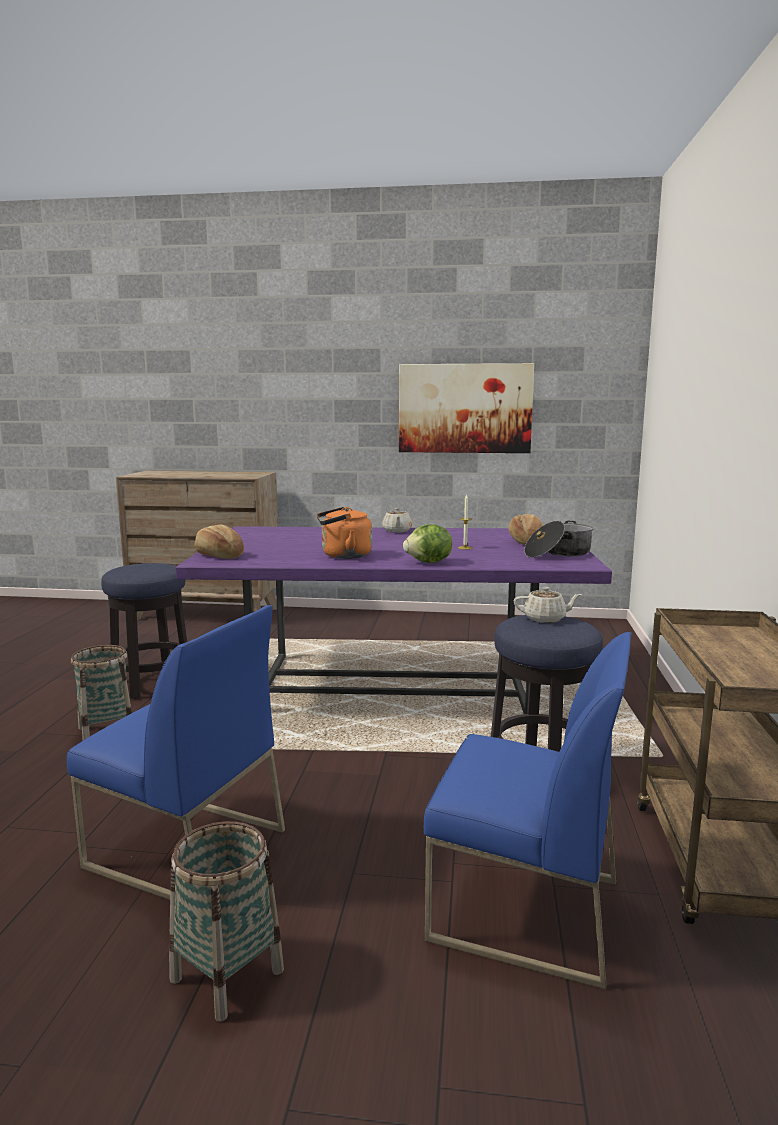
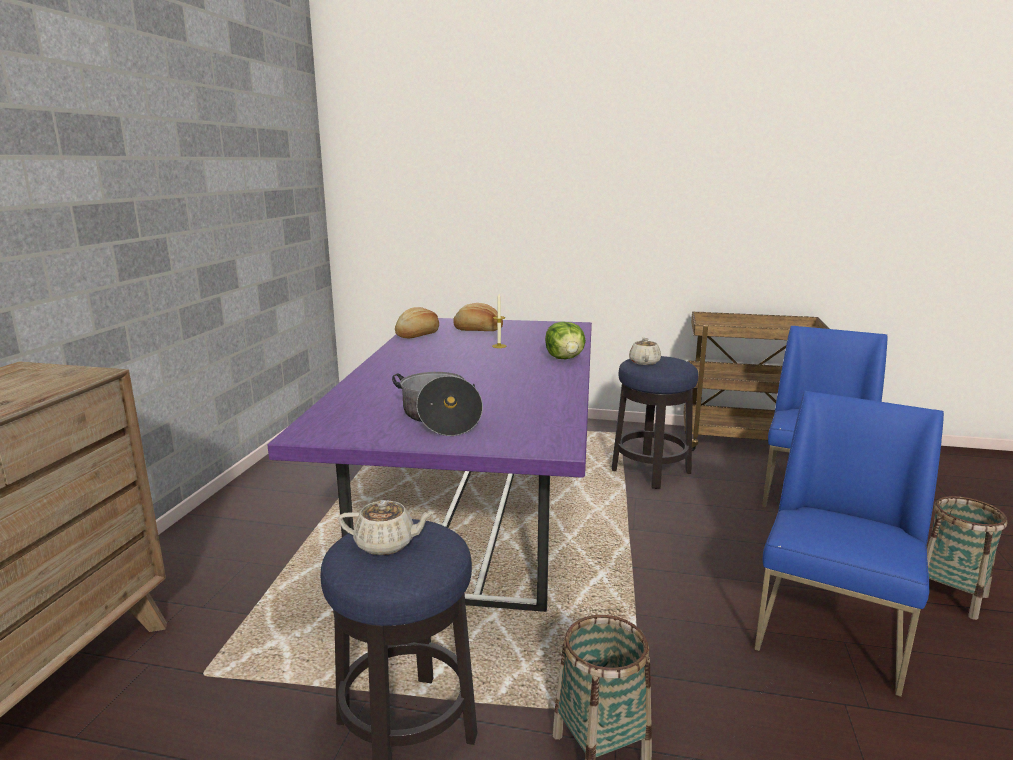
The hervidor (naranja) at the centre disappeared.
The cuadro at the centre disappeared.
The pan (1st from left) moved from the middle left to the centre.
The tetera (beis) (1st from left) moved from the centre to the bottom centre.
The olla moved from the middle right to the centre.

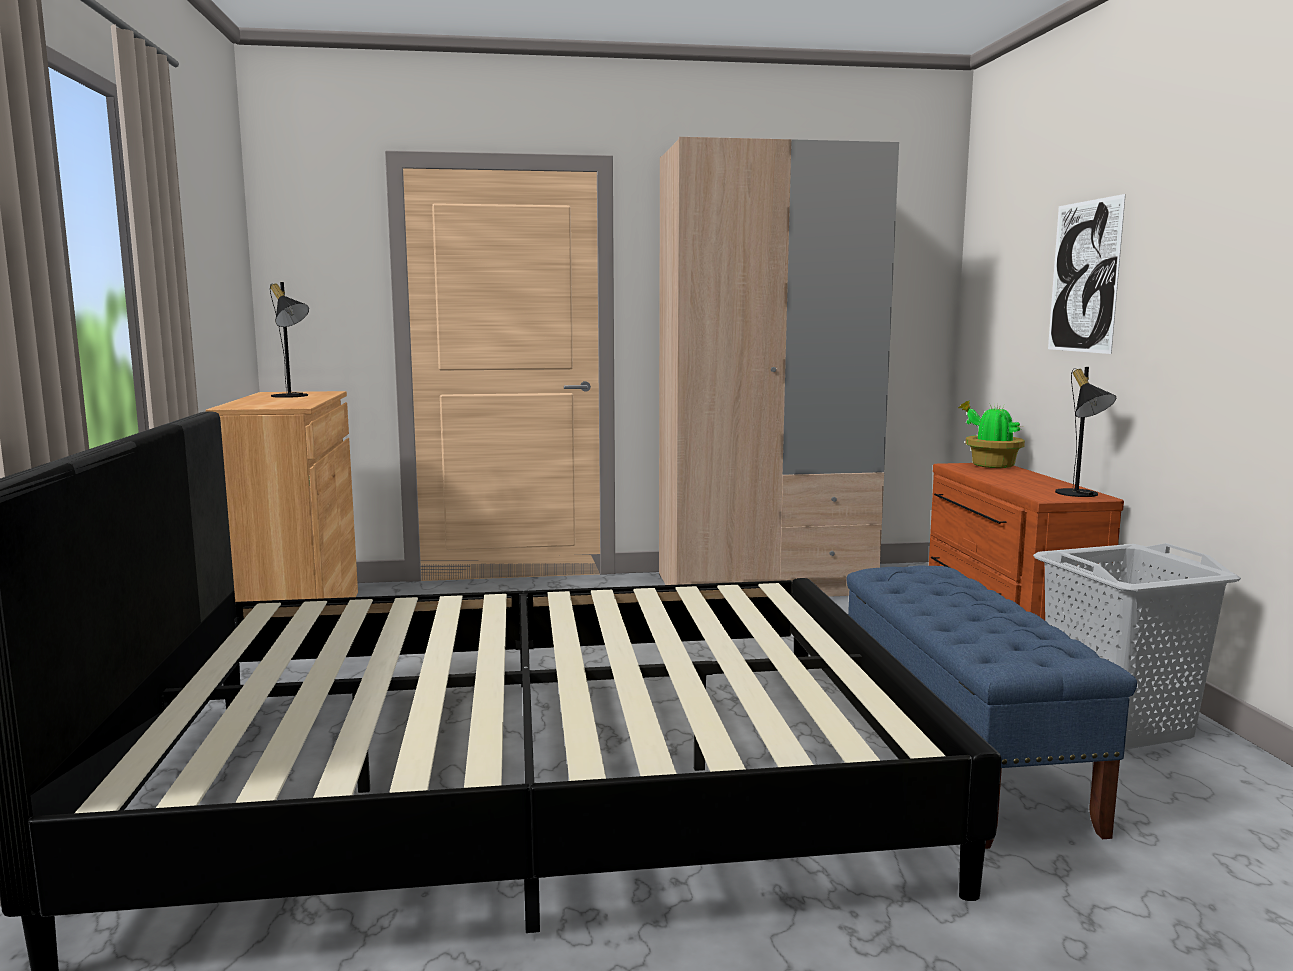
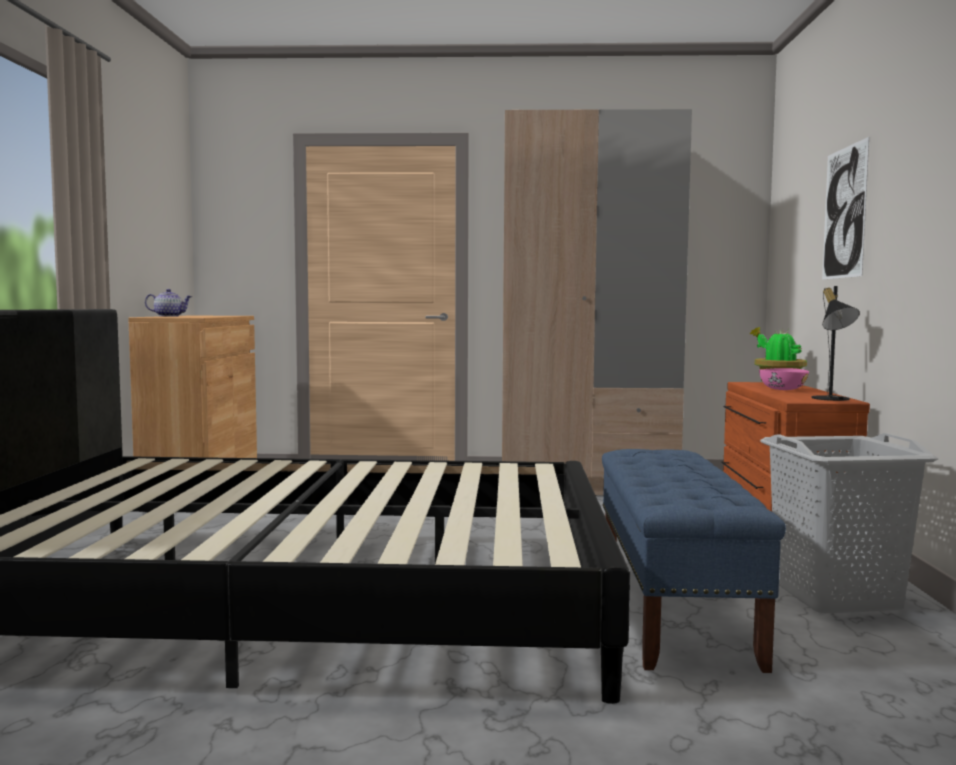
The lámpara de mesa (negro) (1st from left) at the middle left disappeared.
The tetera at the middle left appeared.
The cuenco (rosa) at the middle right appeared.

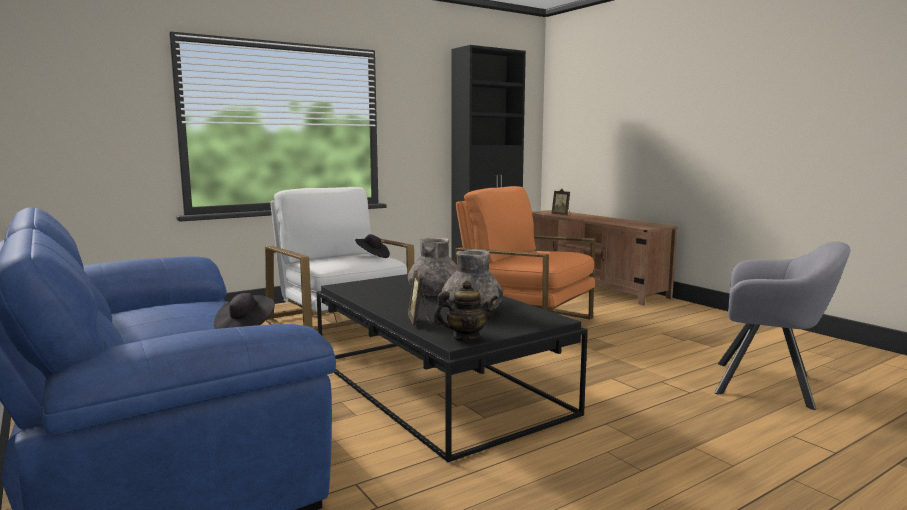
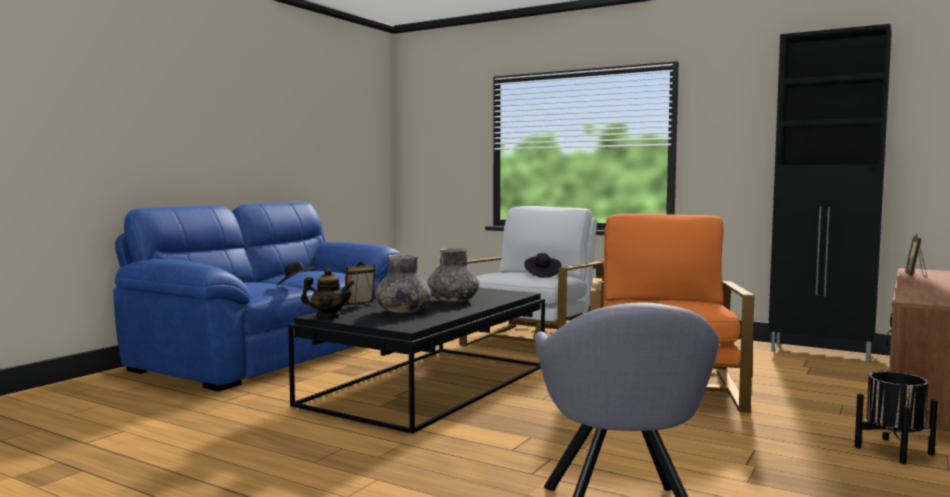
The maceta (negro) at the bottom right appeared.
The tetera at the centre turned 60 degrees counterclockwise.

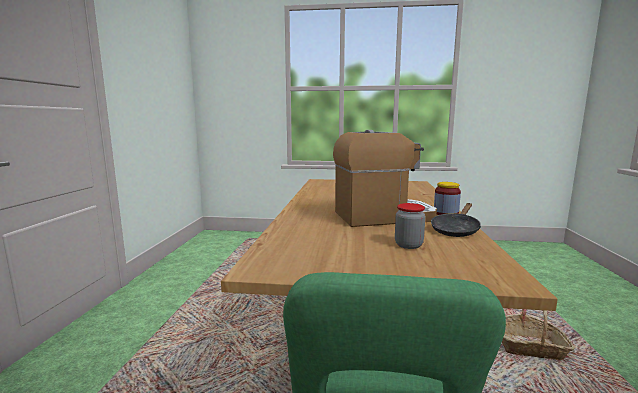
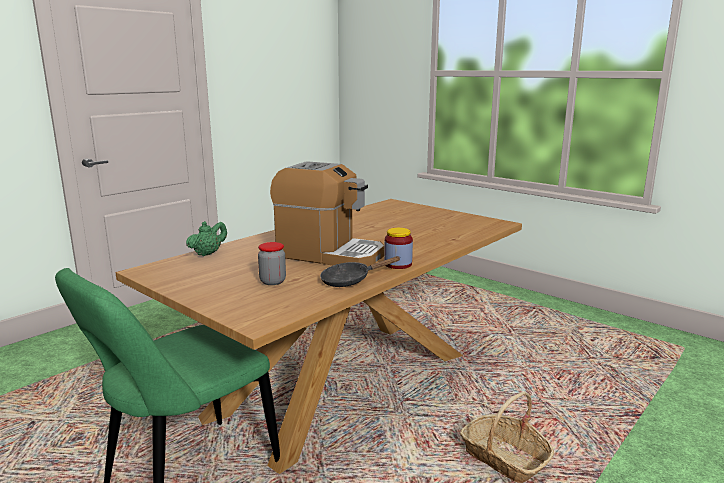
The tetera (verde) at the middle left appeared.

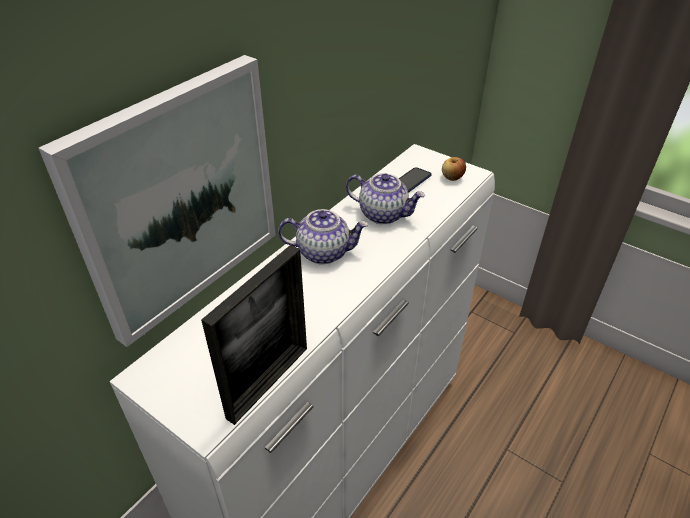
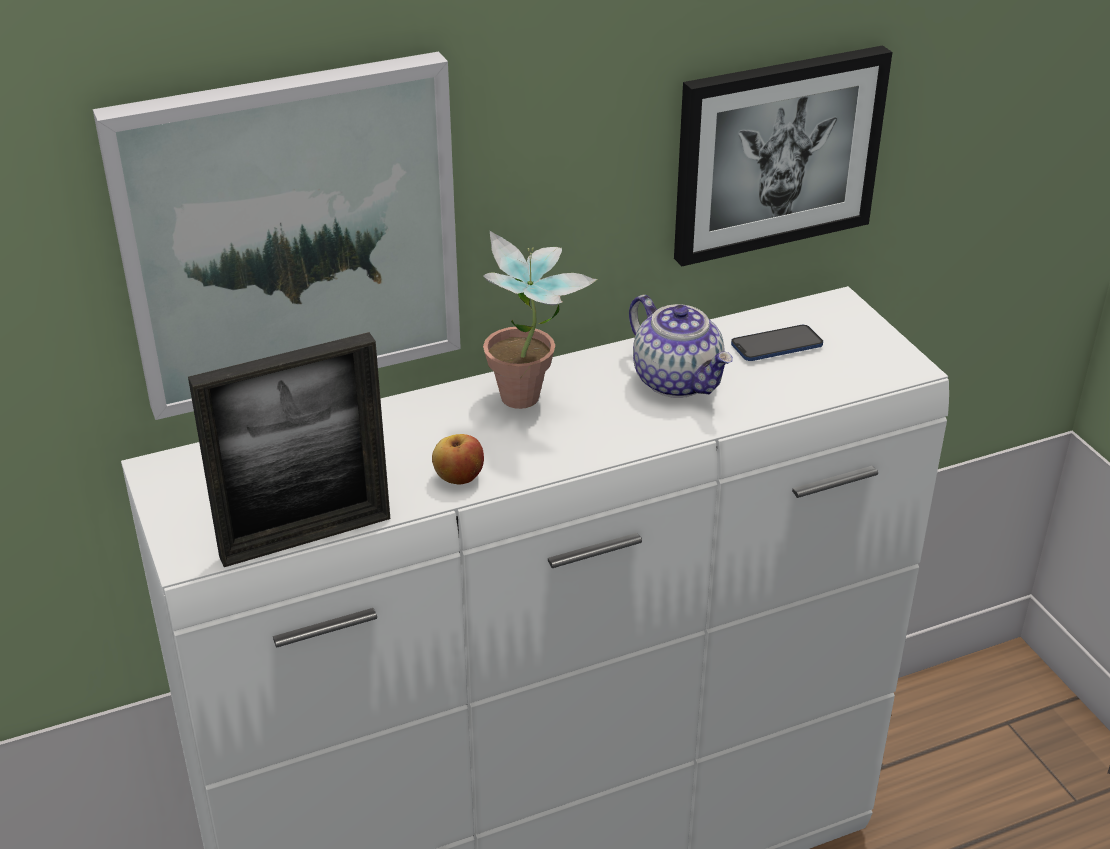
The cuadro (2nd from left) at the top right appeared.
The manzana moved from the top centre to the centre.
The tetera (1st from left) at the centre was replaced by the planta en maceta at the centre.

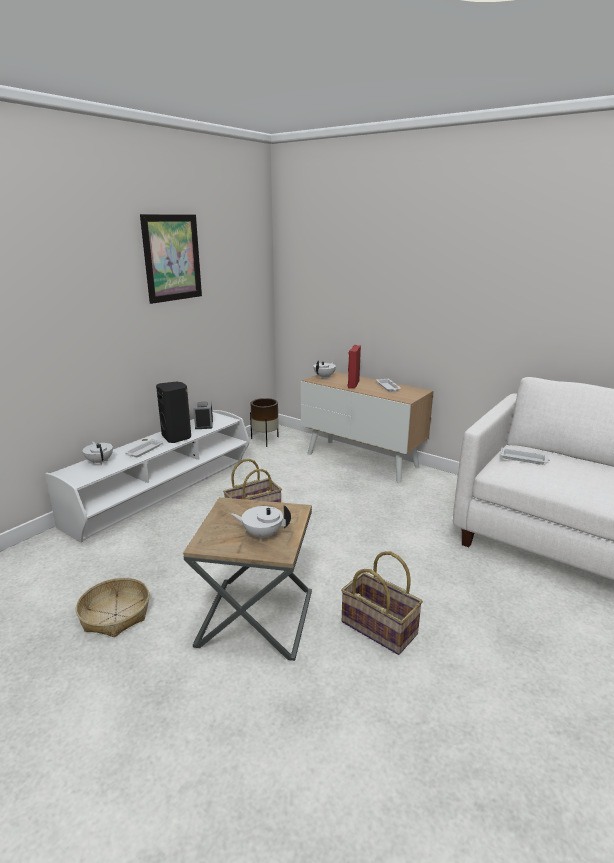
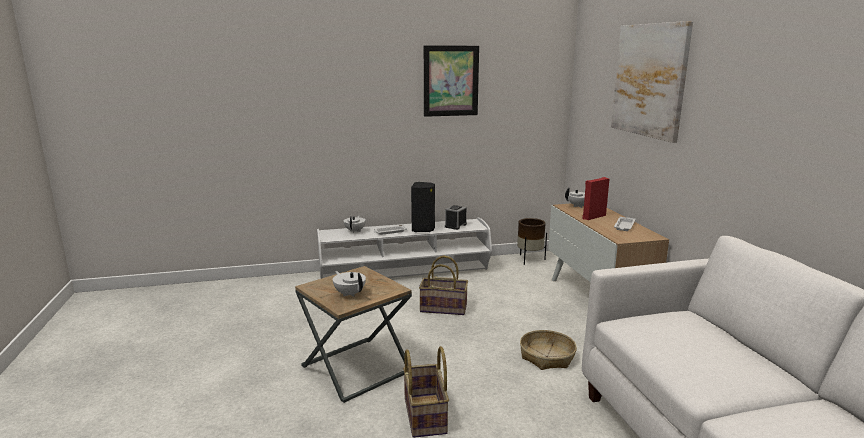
The bandeja (blanco) (3rd from left) at the middle right disappeared.
The cuadro (2nd from left) at the top right appeared.
The cesta (1st from left in the first image) moved from the bottom left to the bottom centre.

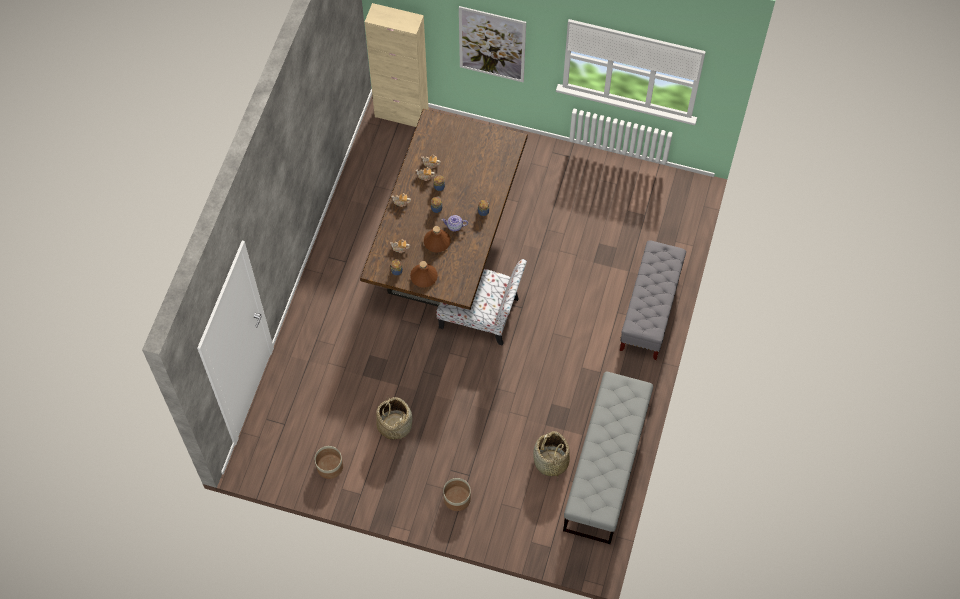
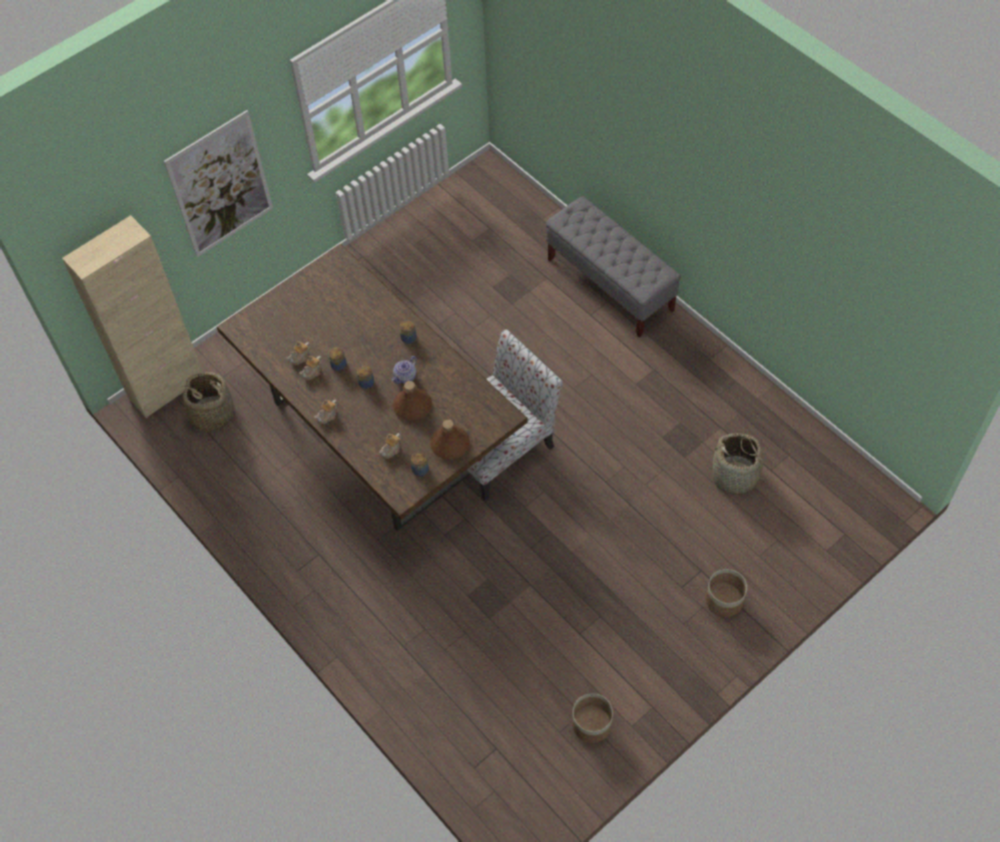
The banco (gris) (1st from left) at the bottom centre disappeared.
The cesta (1st from left) moved from the bottom centre to the middle left.

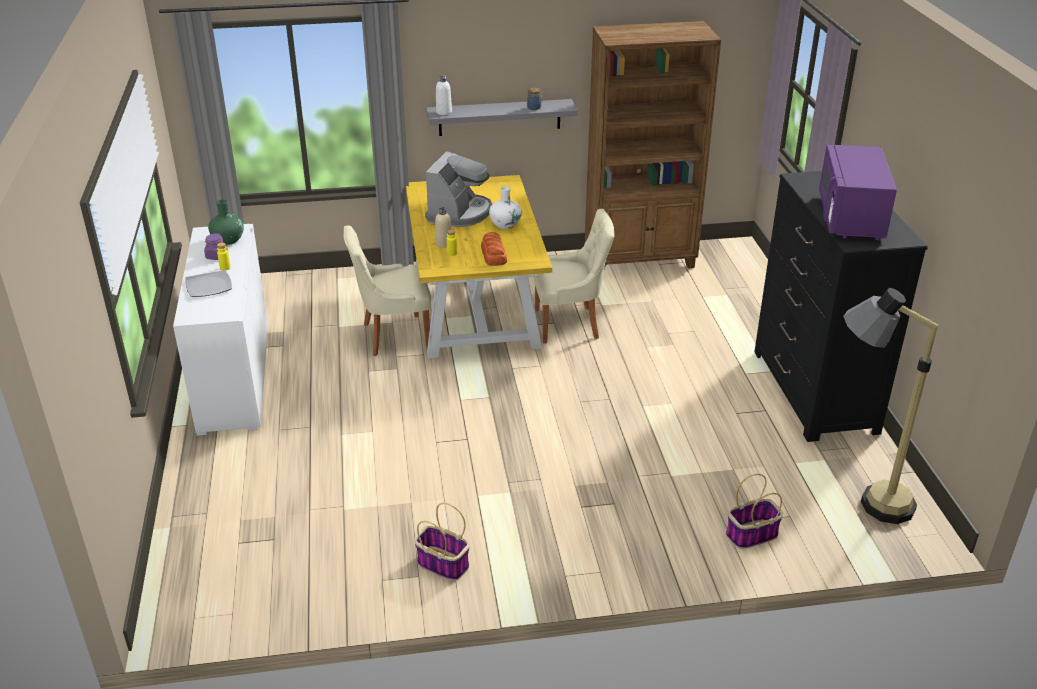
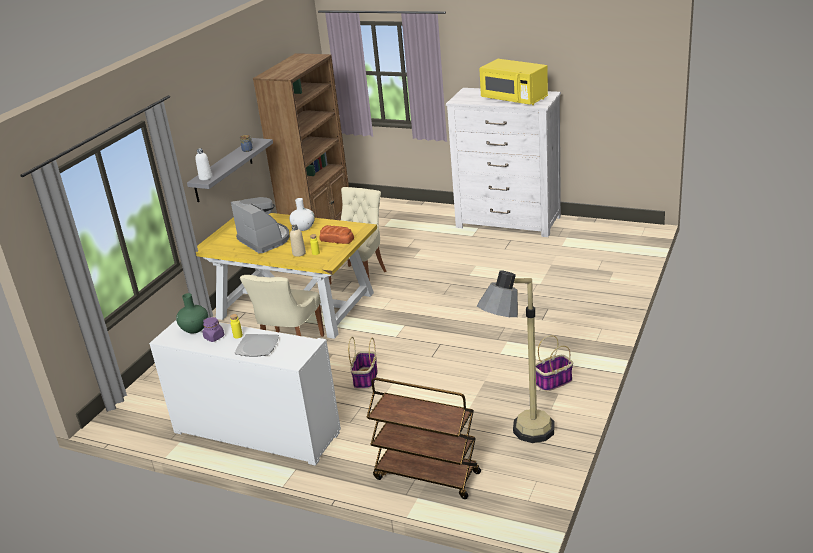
The carrito (marrón) at the bottom centre appeared.
The cesta (2nd from left in the first image) moved from the bottom right to the centre.
The lámpara de pie moved from the middle right to the centre.
The cómoda (negro) at the middle right became the cómoda (blanco) at the top centre.
The microondas (morado) at the top right became the microondas (amarillo) at the top centre.

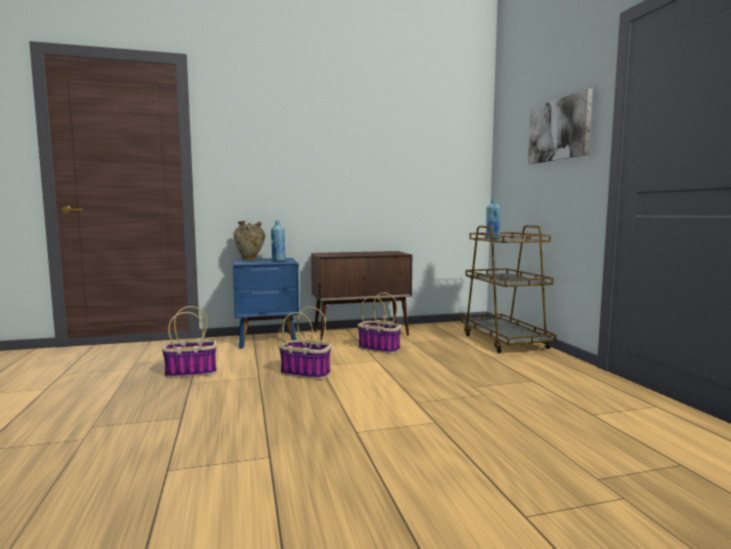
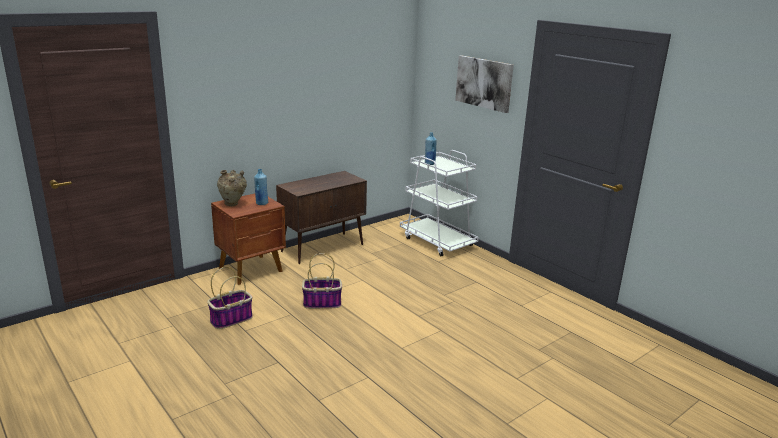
The cesta (3rd from left) at the centre disappeared.
The mesita de noche (azul) at the centre became the mesita de noche (marrón) at the middle left.
The carrito (marrón) at the middle right became the carrito (blanco) at the centre.

